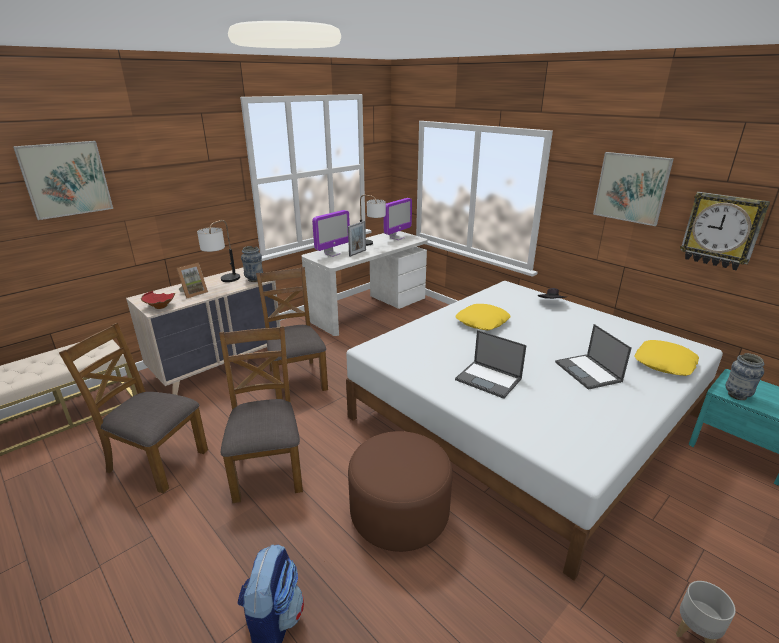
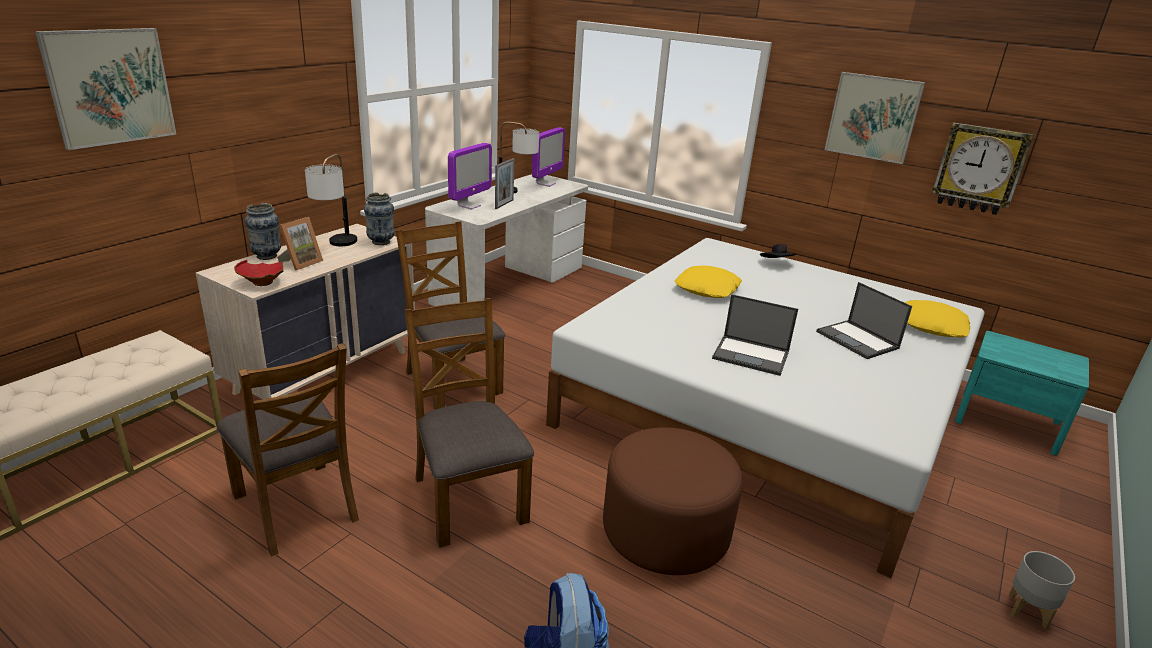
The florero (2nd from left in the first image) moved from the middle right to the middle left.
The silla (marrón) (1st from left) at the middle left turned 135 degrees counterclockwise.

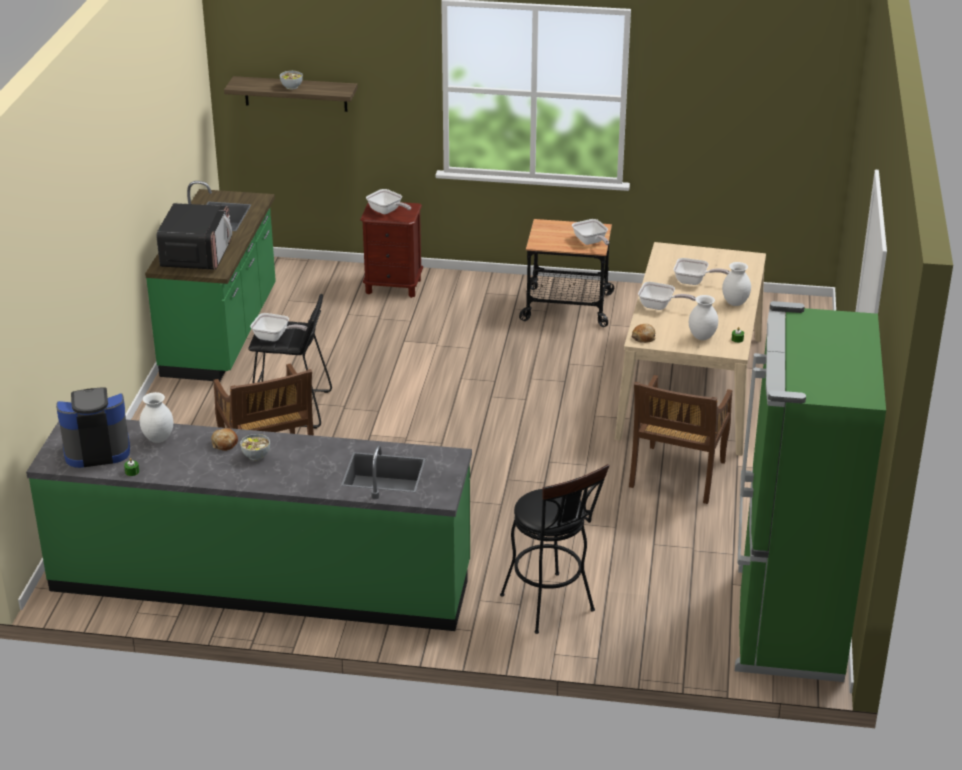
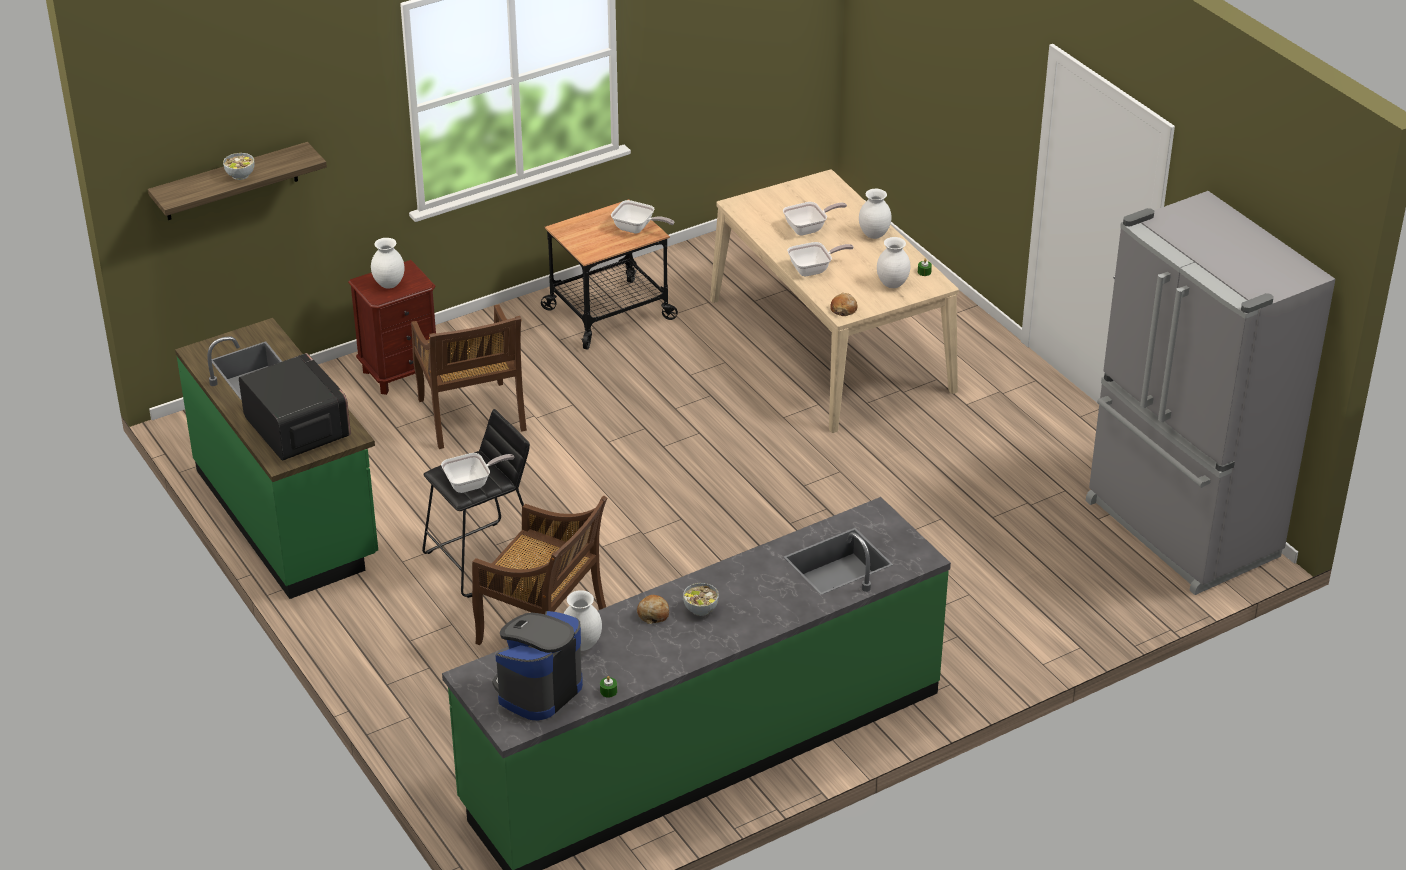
The taburete (negro) (2nd from left) at the bottom centre disappeared.
The silla (marrón) (2nd from left in the first image) moved from the middle right to the centre.
The sartén (2nd from left) at the top centre was replaced by the florero (blanco) (1st from left) at the top left.
The nevera (verde) at the middle right became the nevera (gris) at the middle right.

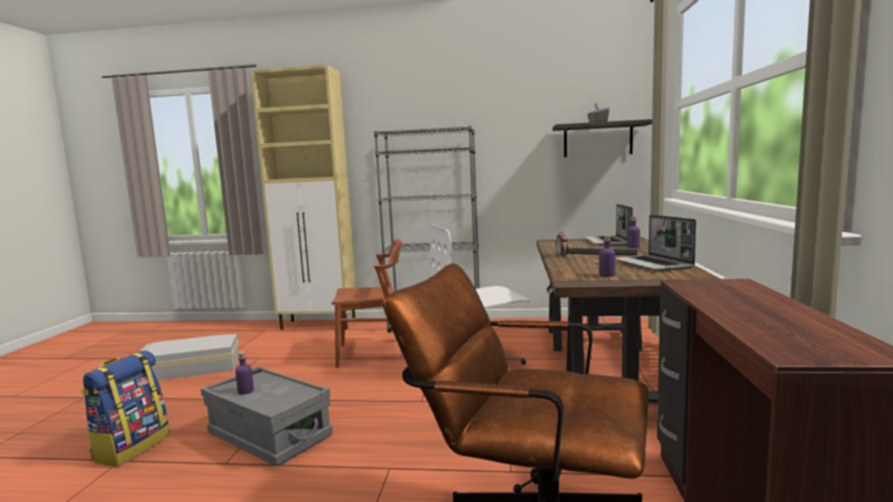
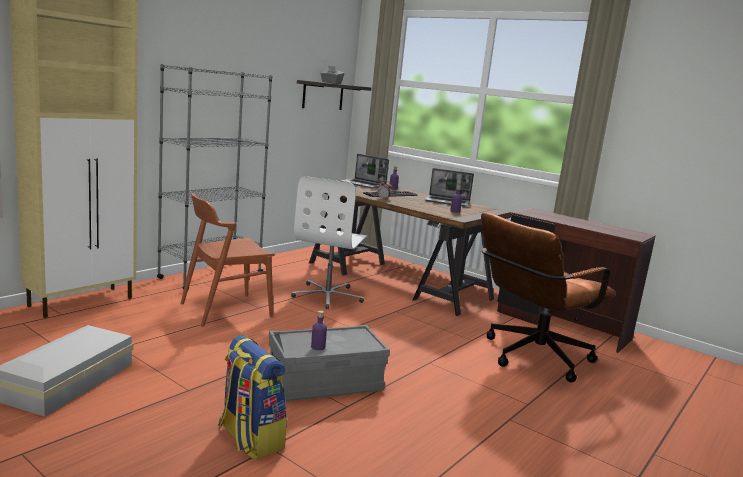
The silla (marrón) at the centre turned 150 degrees counterclockwise.

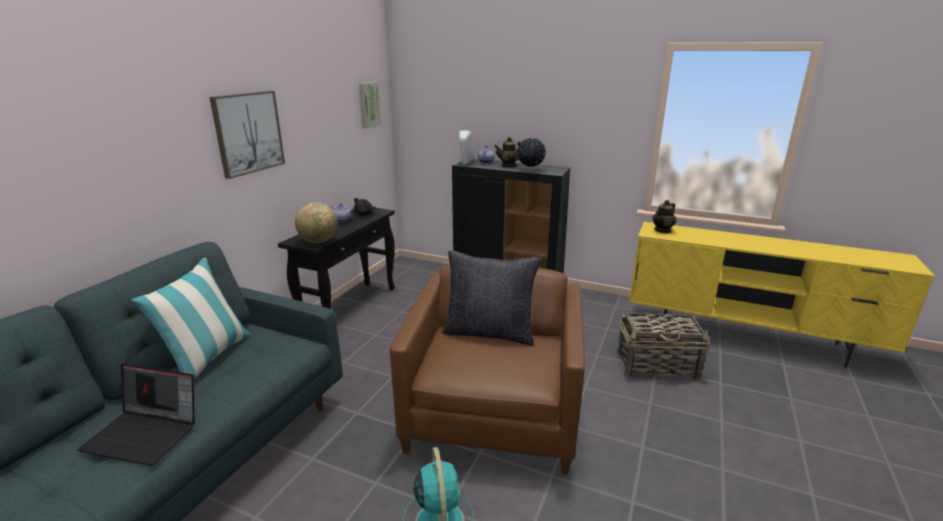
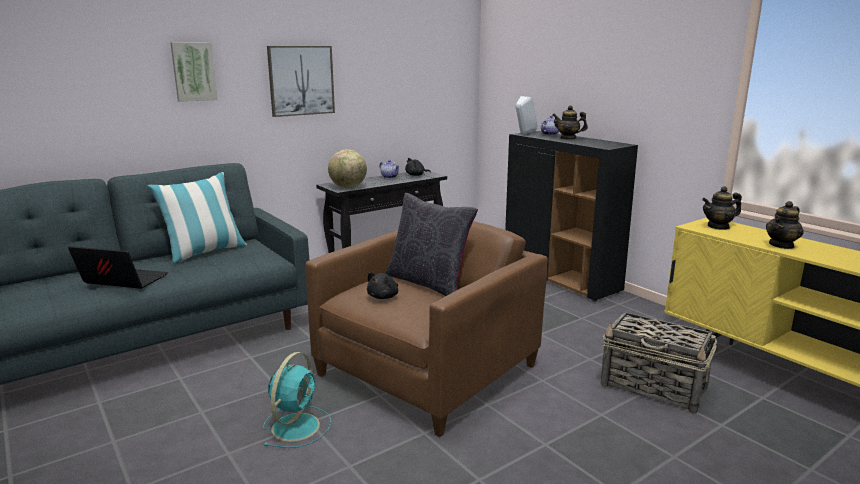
The globo terráqueo (2nd from left) at the top centre disappeared.
The peluche (negro) (1st from left) at the centre appeared.
The tetera (5th from left) at the middle right appeared.
The cuadro (2nd from left in the first image) moved from the top centre to the top left.
The portátil at the bottom left turned 150 degrees clockwise.

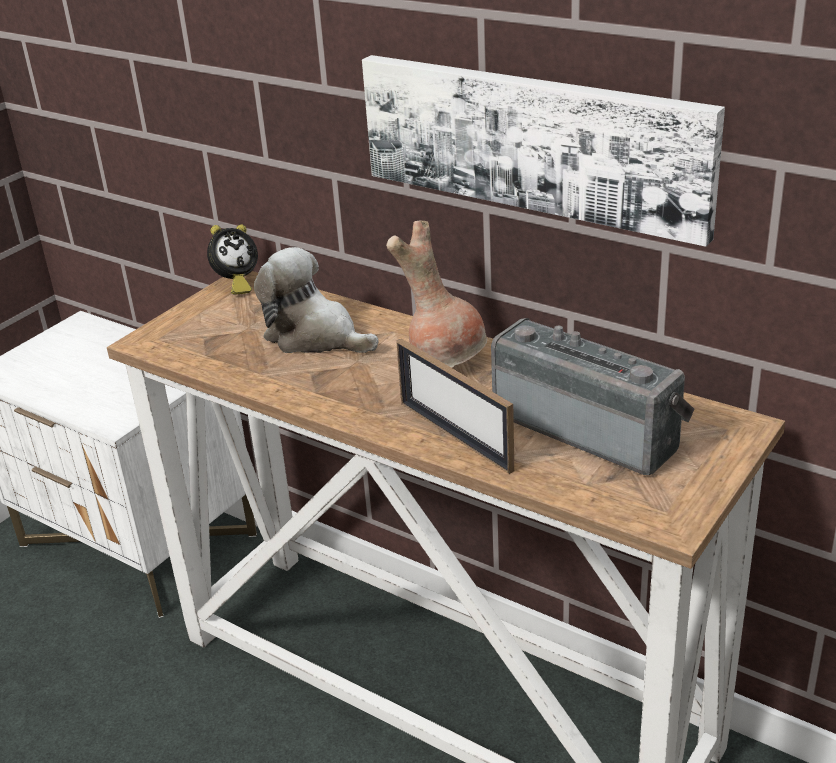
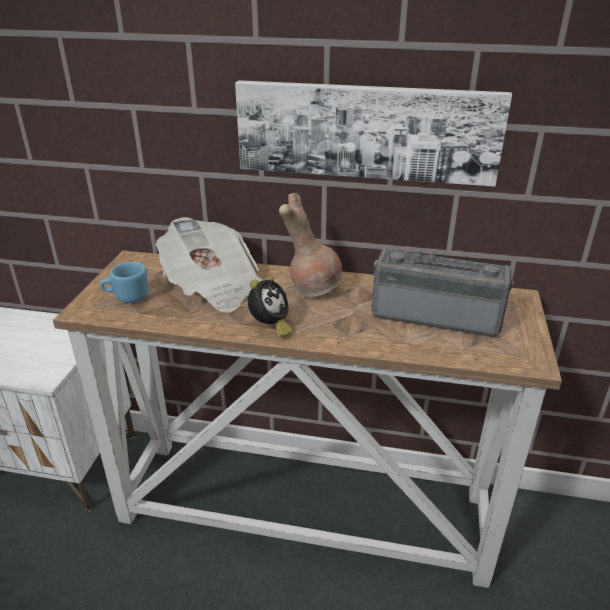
The portarretratos at the centre disappeared.
The taza grande (azul) at the middle left appeared.
The despertador moved from the middle left to the centre.
The peluche at the centre was replaced by the periódico at the centre.

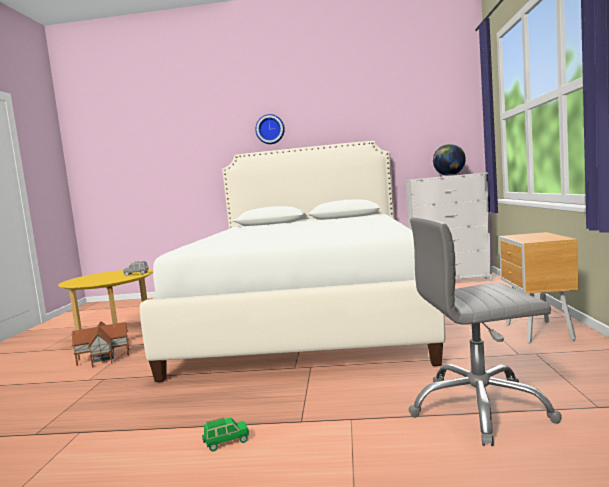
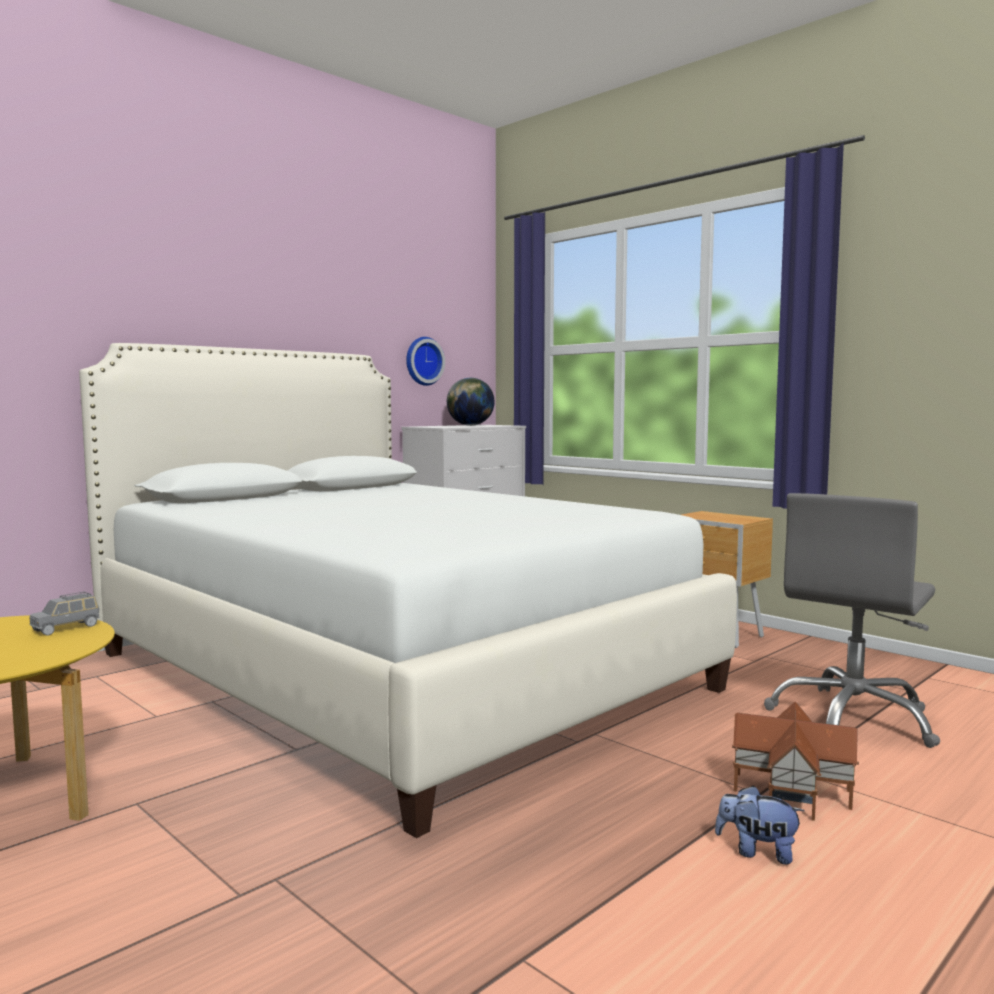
The casita moved from the bottom left to the bottom right.
The reloj de pared moved from the top centre to the centre.
The coche de juguete (verde) at the bottom centre was replaced by the peluche at the bottom right.

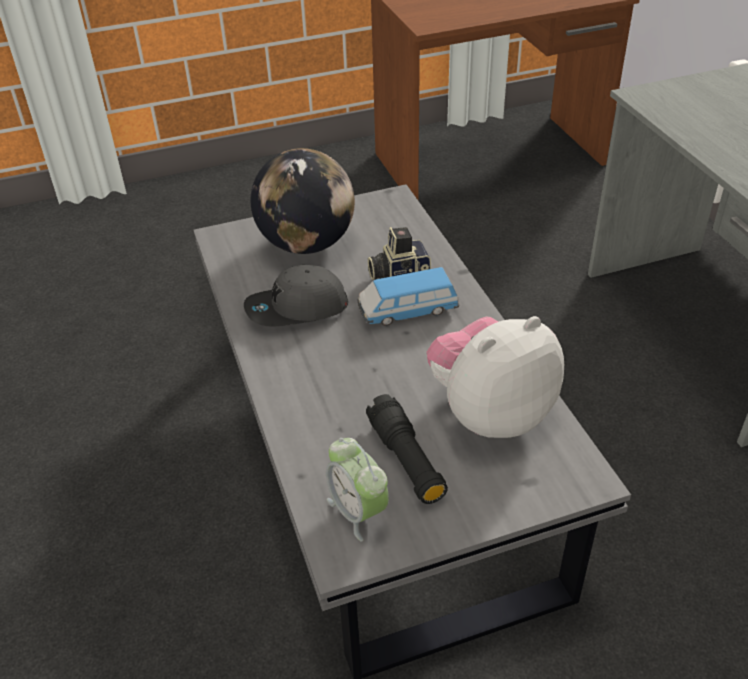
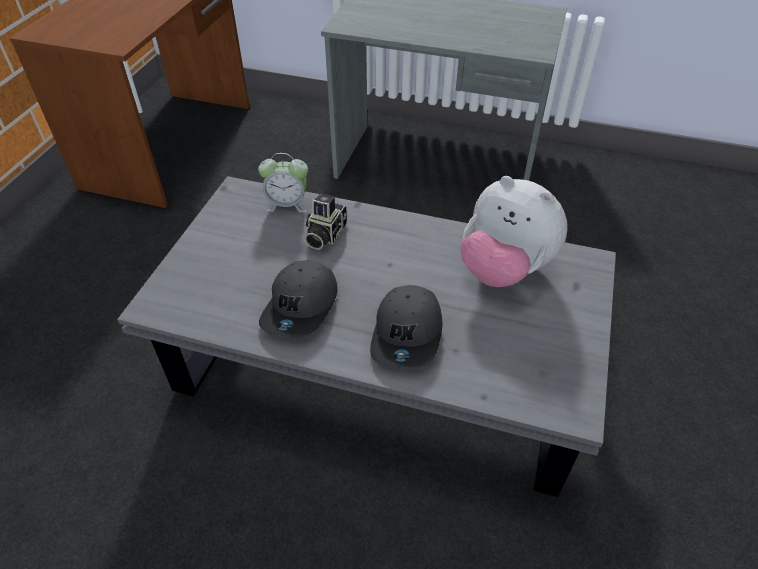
The globo terráqueo at the top centre disappeared.
The coche de juguete at the centre disappeared.
The linterna (negro) at the centre disappeared.
The gorra (gris) (2nd from left) at the centre appeared.
The despertador moved from the bottom centre to the top centre.
The peluche at the centre turned 60 degrees counterclockwise.

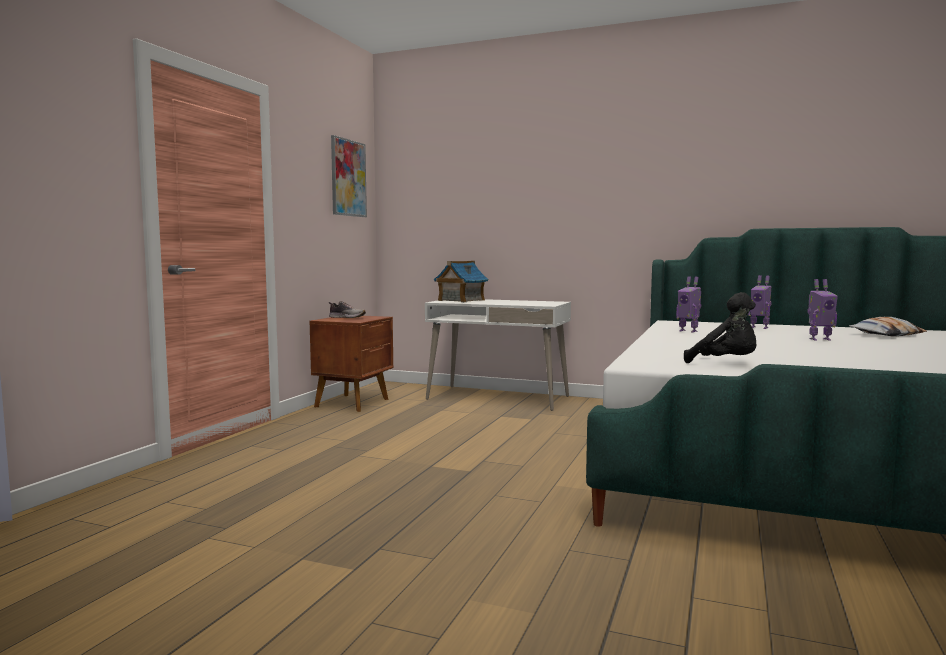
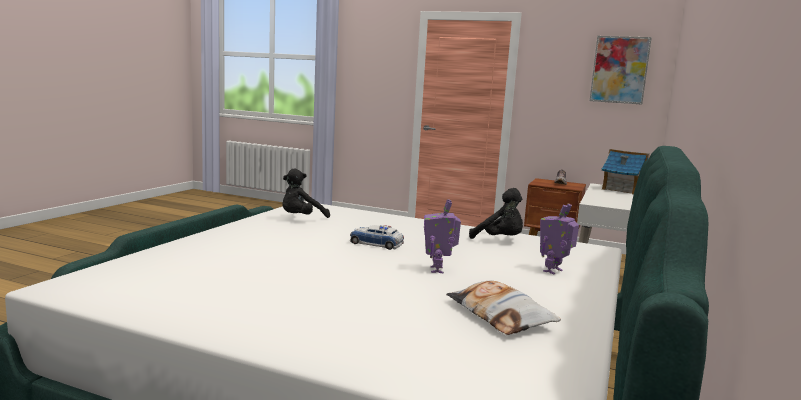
The coche de juguete at the centre appeared.
The robot de juguete (1st from left) at the middle right was replaced by the peluche (negro) (2nd from left) at the centre.

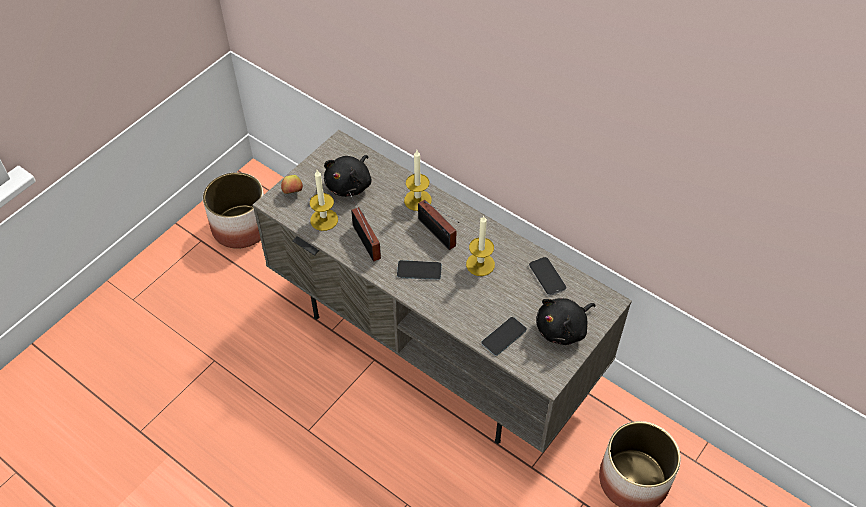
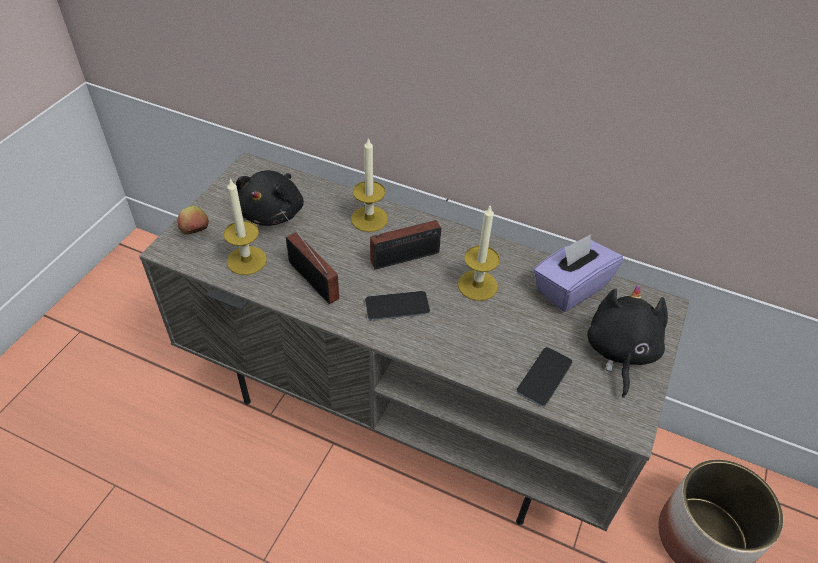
The maceta (1st from left) at the middle left disappeared.
The móvil (3rd from left) at the centre was replaced by the caja de pañuelos (morado) at the middle right.
The radio (2nd from left) at the centre turned 60 degrees counterclockwise.
The peluche (negro) (2nd from left) at the centre turned 150 degrees clockwise.

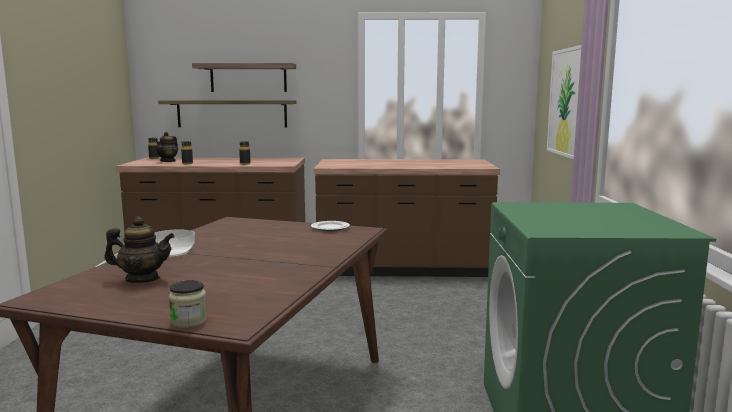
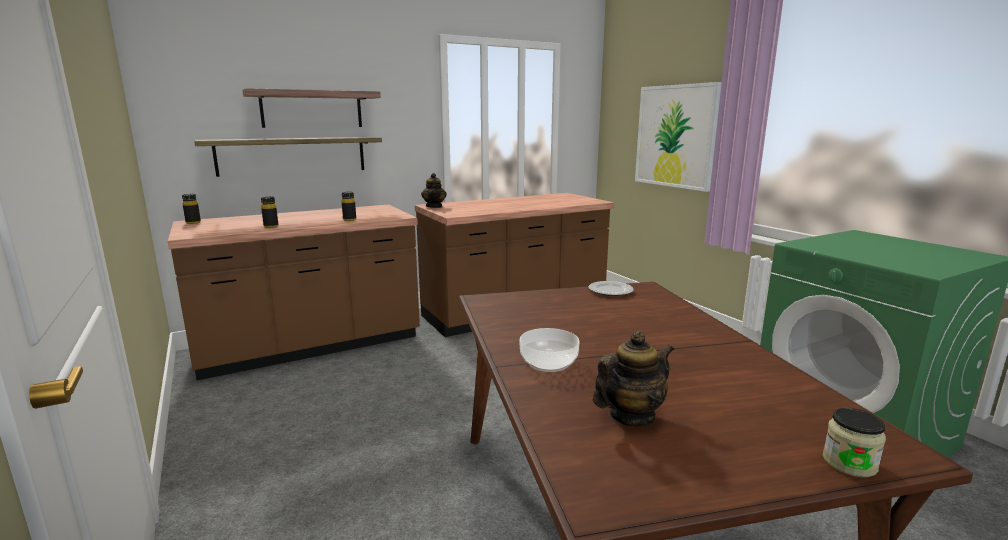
The tetera (2nd from left in the first image) moved from the middle left to the centre.

